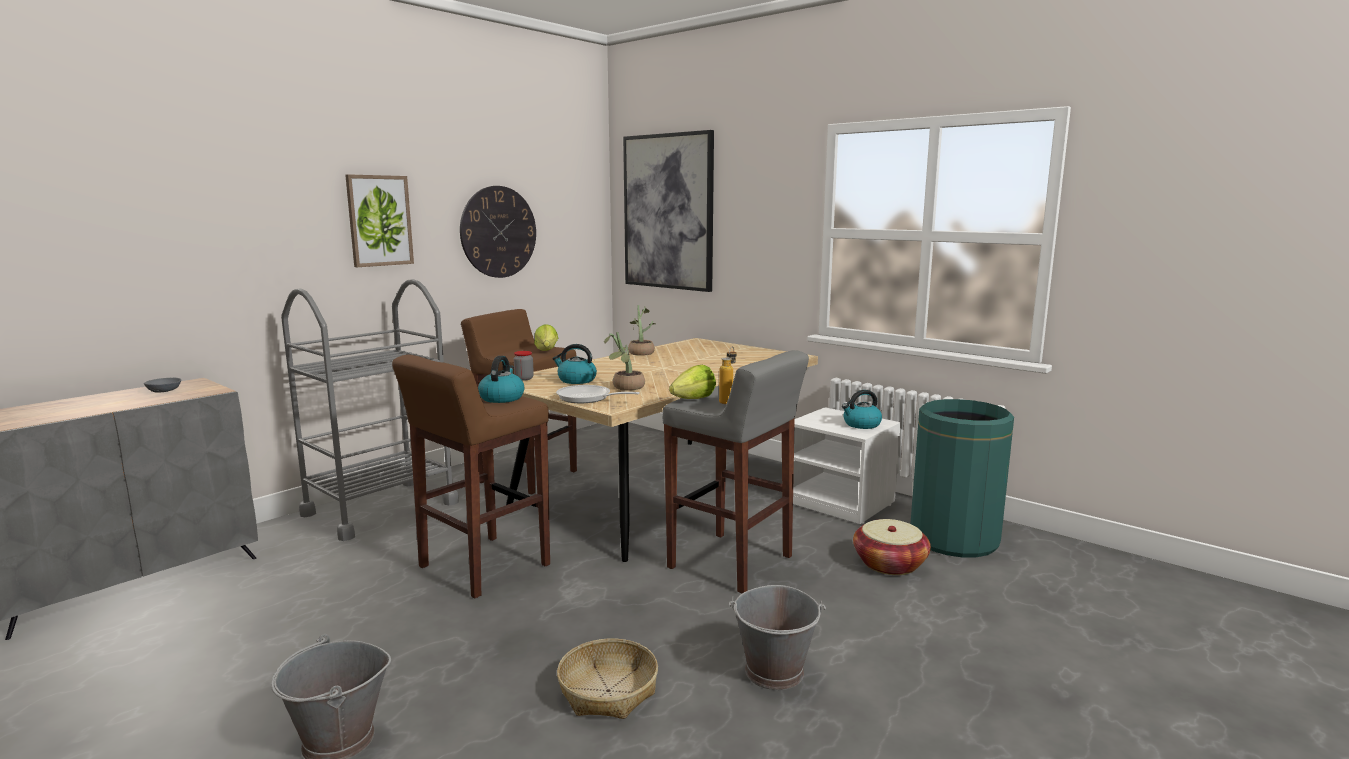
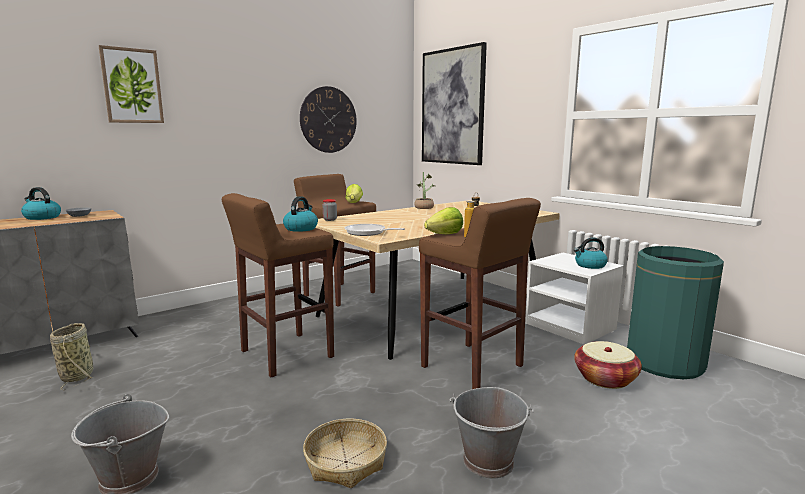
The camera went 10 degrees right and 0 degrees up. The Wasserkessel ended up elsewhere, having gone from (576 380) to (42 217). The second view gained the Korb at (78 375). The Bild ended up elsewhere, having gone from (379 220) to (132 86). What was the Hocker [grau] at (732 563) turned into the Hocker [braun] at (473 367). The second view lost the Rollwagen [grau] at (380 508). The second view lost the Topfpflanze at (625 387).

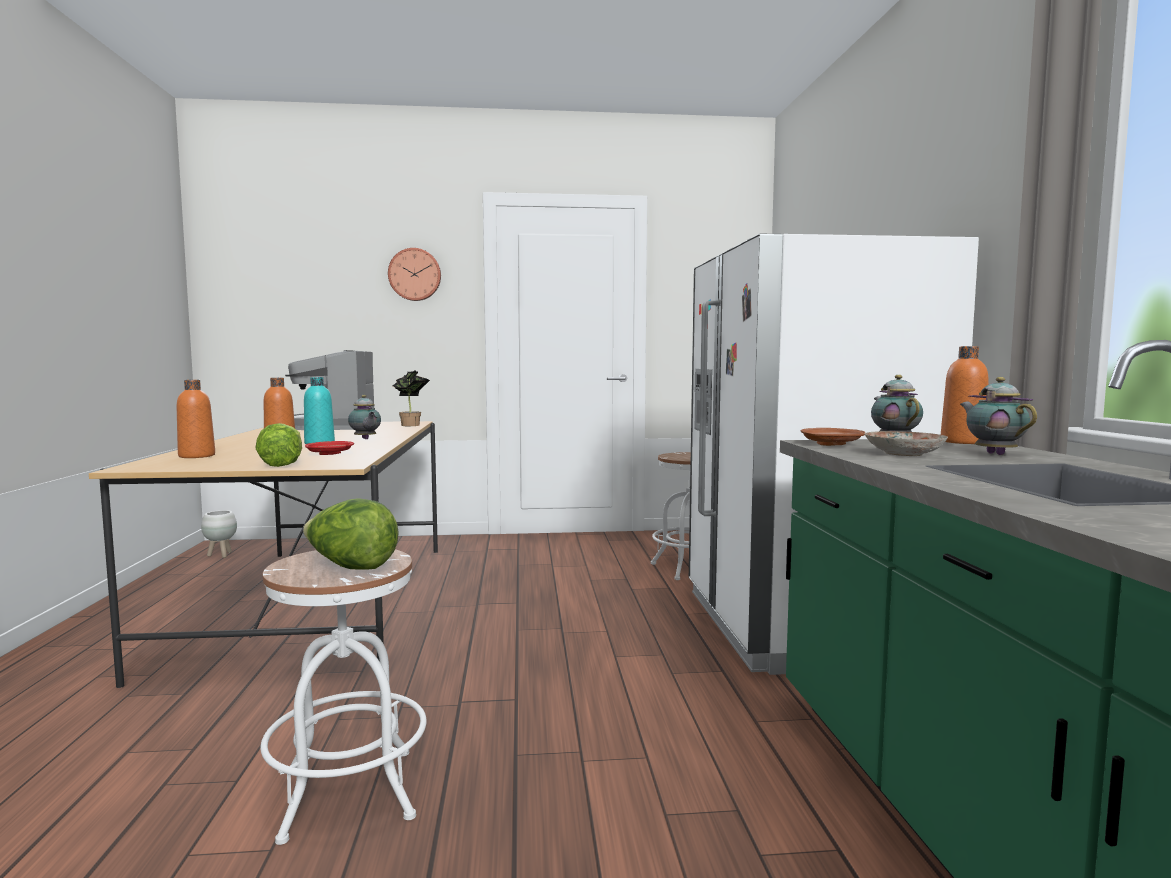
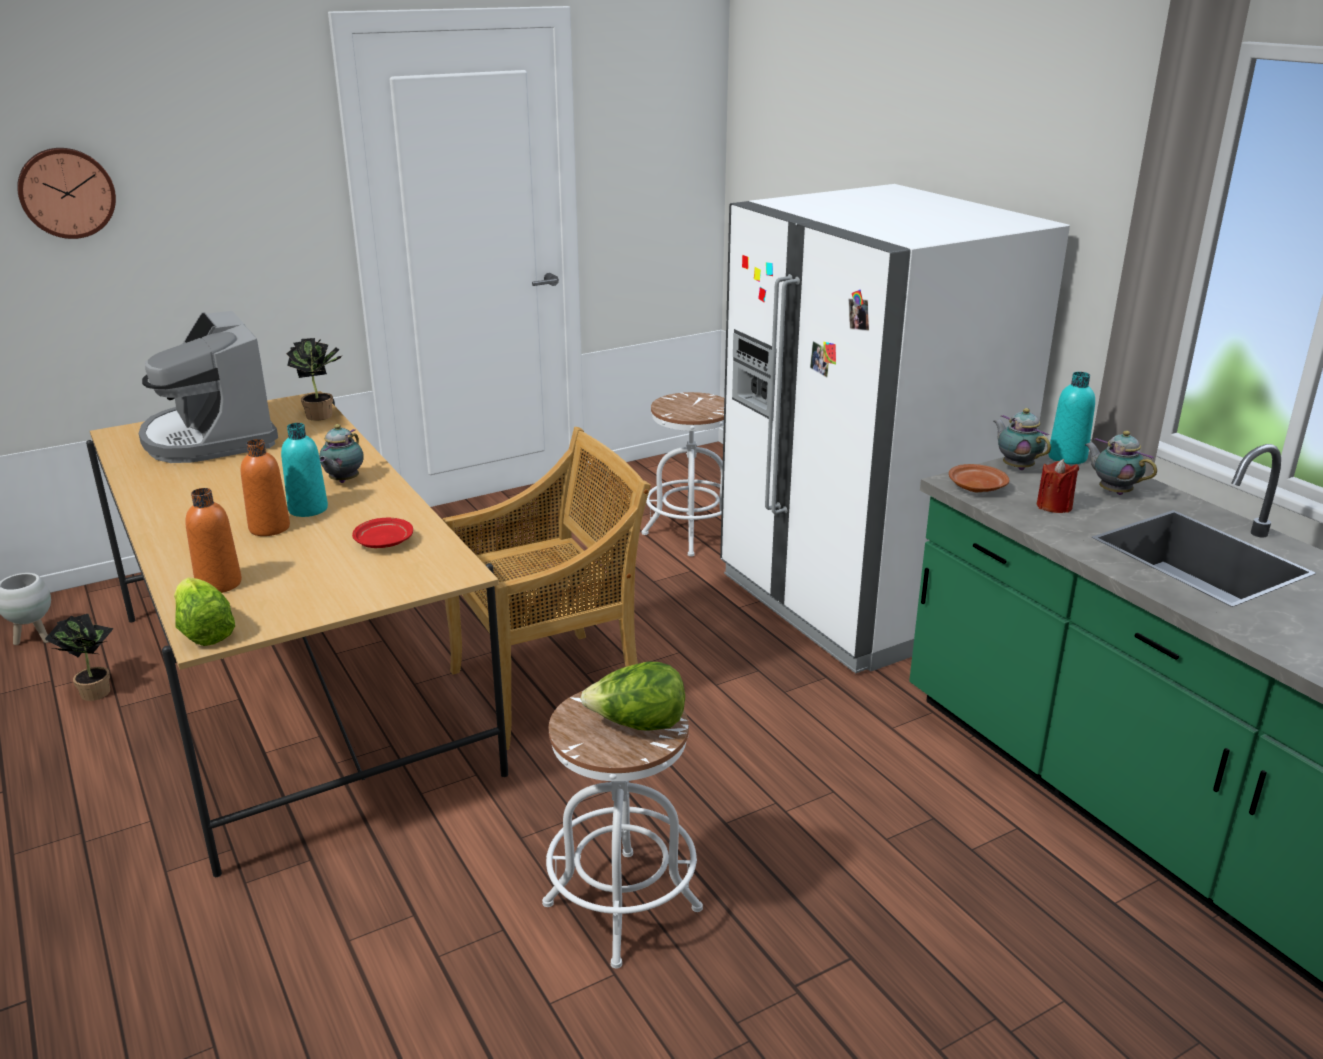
The camera went 25 degrees left and 20 degrees up. The Wanduhr ended up elsewhere, having gone from (415 274) to (66 192). The second view gained the Topfpflanze at (93 691). The Salatkopf ended up elsewhere, having gone from (283 464) to (204 631). The Teekanne at (365 439) ended up facing another way, 75 degrees clockwise from before. The second view gained the Stuhl [beige] at (550 688). Where the Teller stood at (905 454), the Kerze [rot] came to stand at (1054 506). What was the Flasche [orange] at (963 442) turned into the Flasche [türkis] at (1067 457).

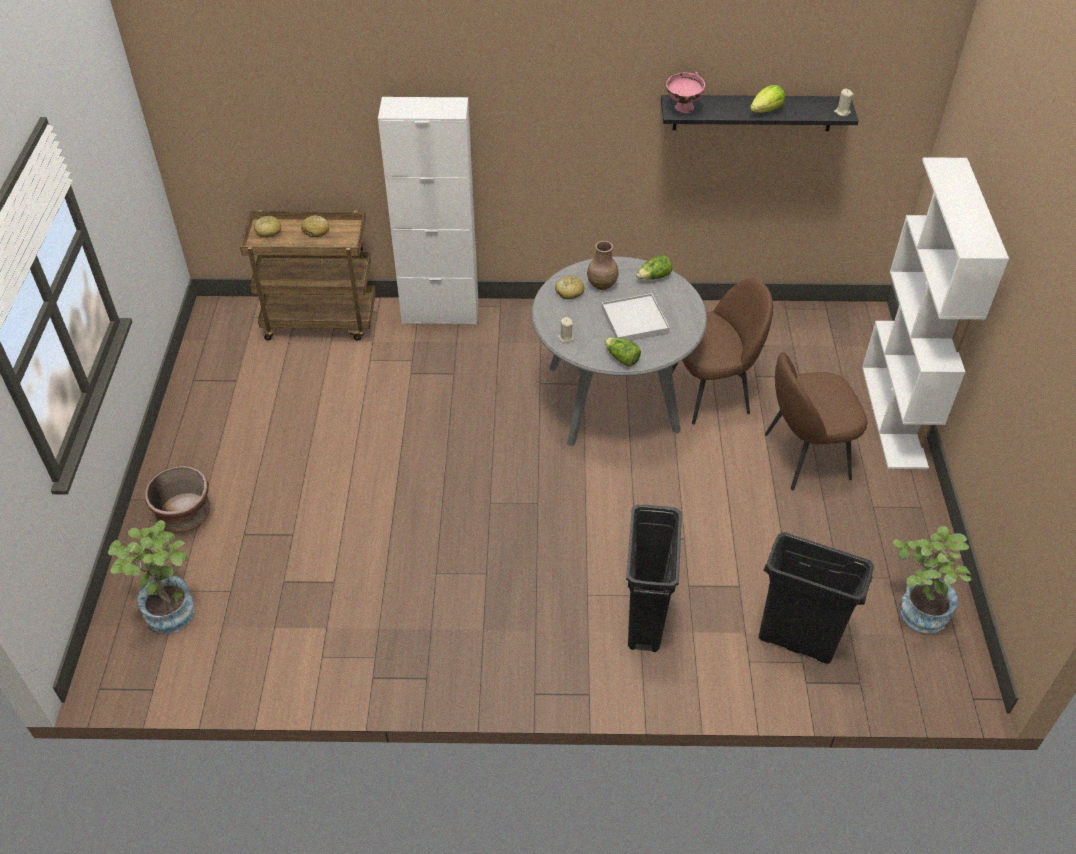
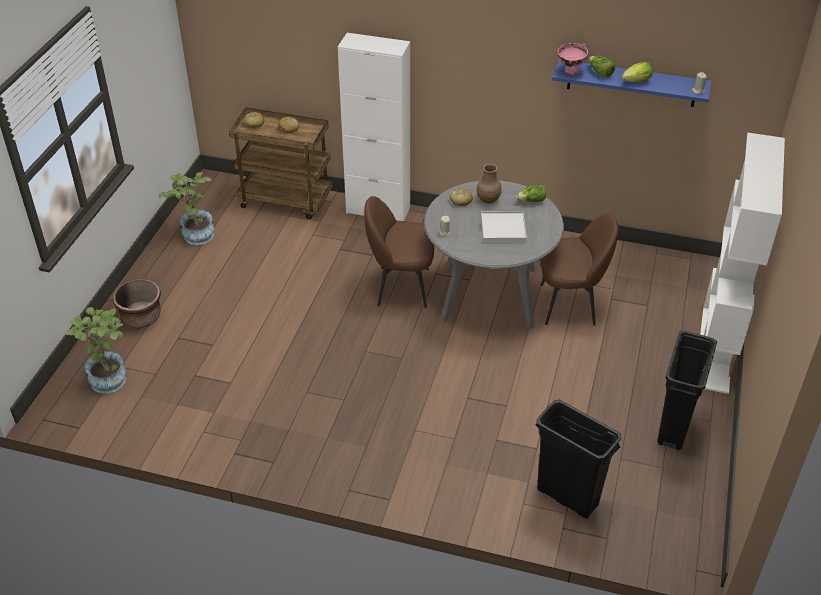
The camera went 15 degrees right and 5 degrees down. The Topfpflanze ended up elsewhere, having gone from (915 611) to (194 233). The Stuhl [braun] ended up elsewhere, having gone from (804 456) to (401 287). What was the Wandregal [schwarz] at (753 112) turned into the Wandregal [blau] at (631 83). The Salatkopf ended up elsewhere, having gone from (621 358) to (600 73). The Mülleimer [schwarz] ended up elsewhere, having gone from (645 621) to (674 428).

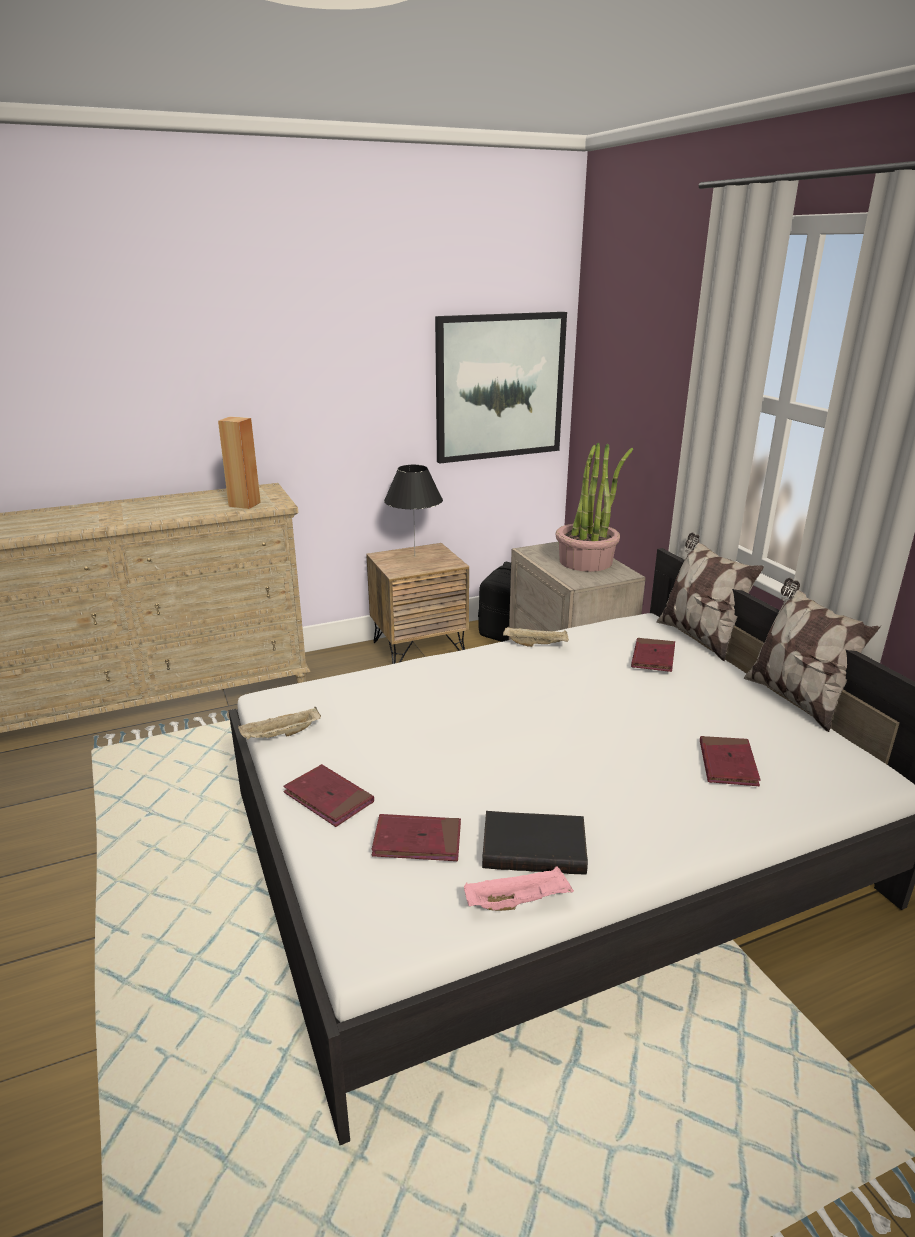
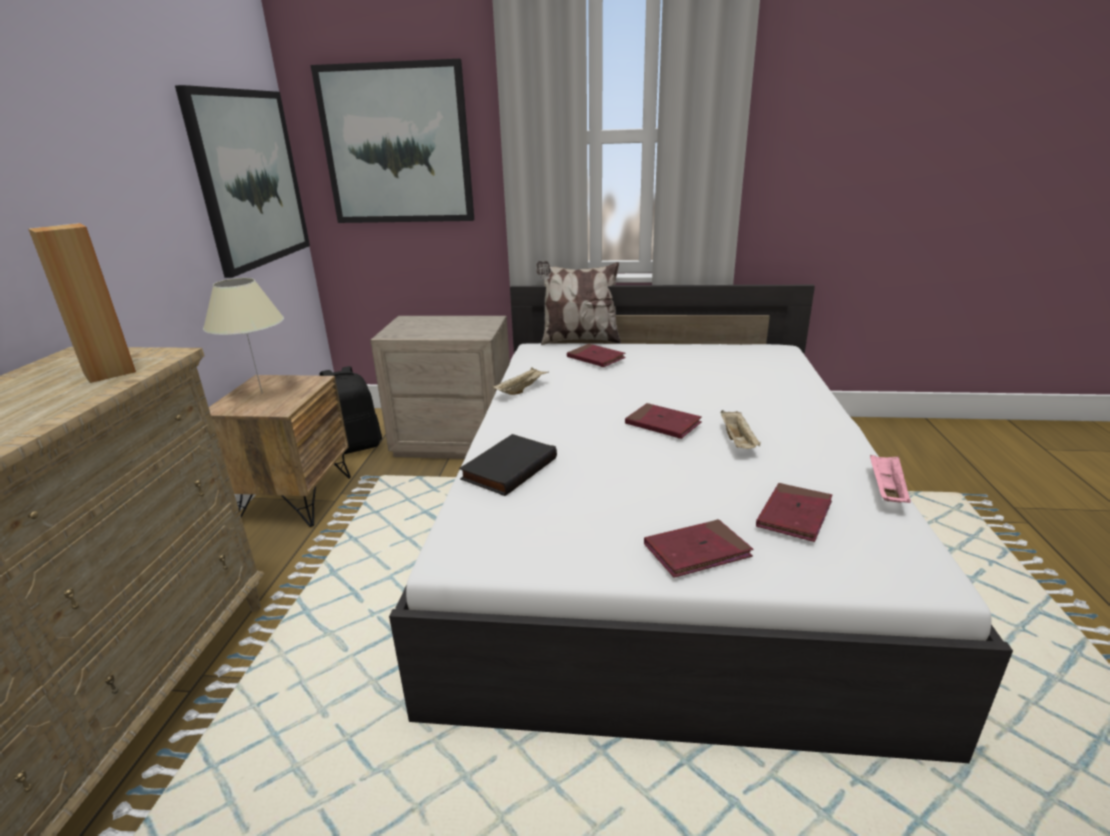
The camera went 60 degrees left and 0 degrees up. What was the Tischlampe [schwarz] at (415 556) turned into the Tischlampe [beige] at (262 393). The second view gained the Bild at (397 145). The Buch [schwarz] ended up elsewhere, having gone from (534 846) to (508 468). The Buch [rot] ended up elsewhere, having gone from (727 764) to (662 424). The Tablett [beige] ended up elsewhere, having gone from (281 735) to (738 442). The second view lost the Topfpflanze at (586 561). The second view lost the Kissen at (795 699).

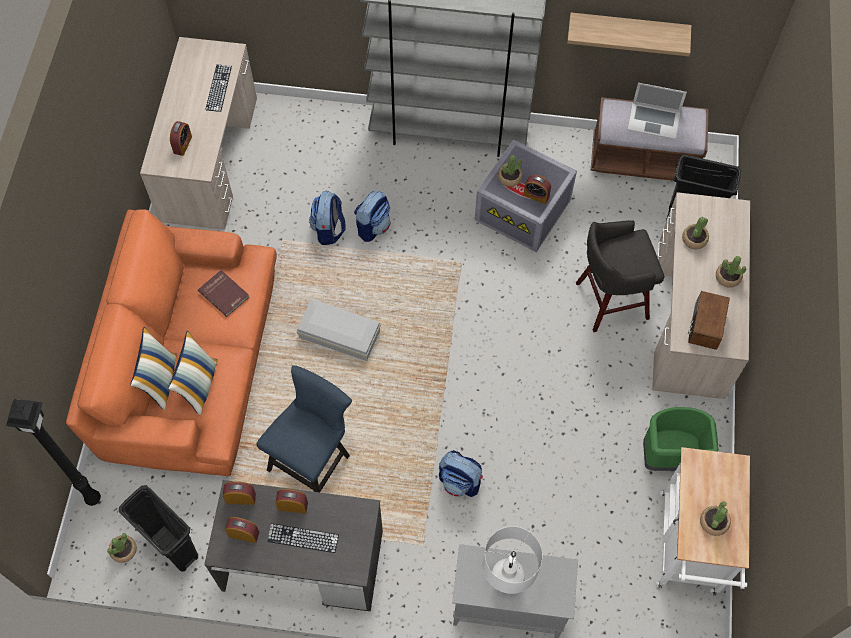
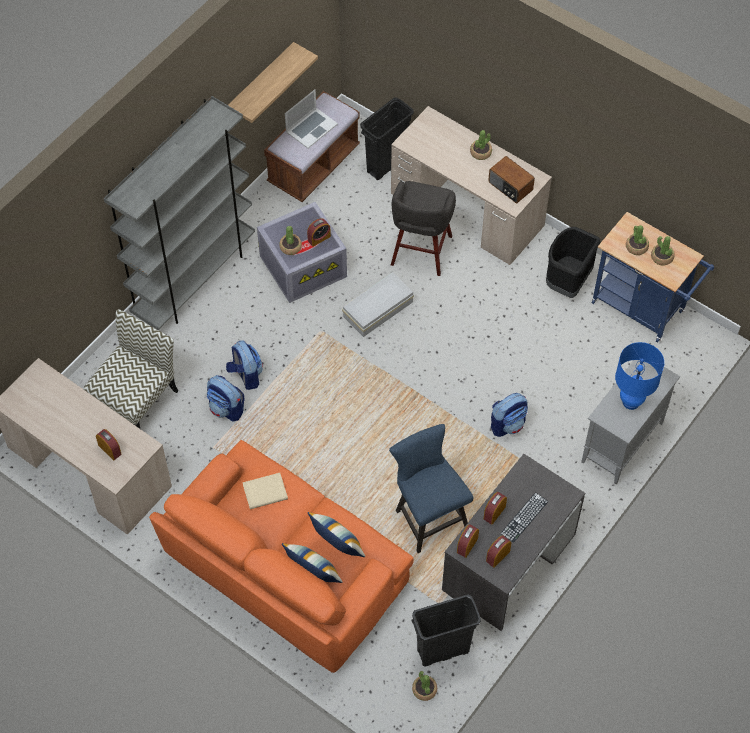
The camera went 60 degrees left and 5 degrees down. The second view gained the Stuhl at (136 399). What was the Buch [rot] at (224 293) turned into the Buch [beige] at (265 491). The Aufbewahrungsbox [weiß] ended up elsewhere, having gone from (340 335) to (379 309). What was the Mülleimer [grün] at (670 456) turned into the Mülleimer [schwarz] at (567 282). What was the Rollwagen [weiß] at (688 550) turned into the Rollwagen [blau] at (643 309). What was the Tischlampe [weiß] at (506 580) turned into the Tischlampe [blau] at (631 402). The Topfpflanze ended up elsewhere, having gone from (694 239) to (636 247). The second view lost the Stehlampe [schwarz] at (92 497). The second view lost the Tastatur at (218 88).

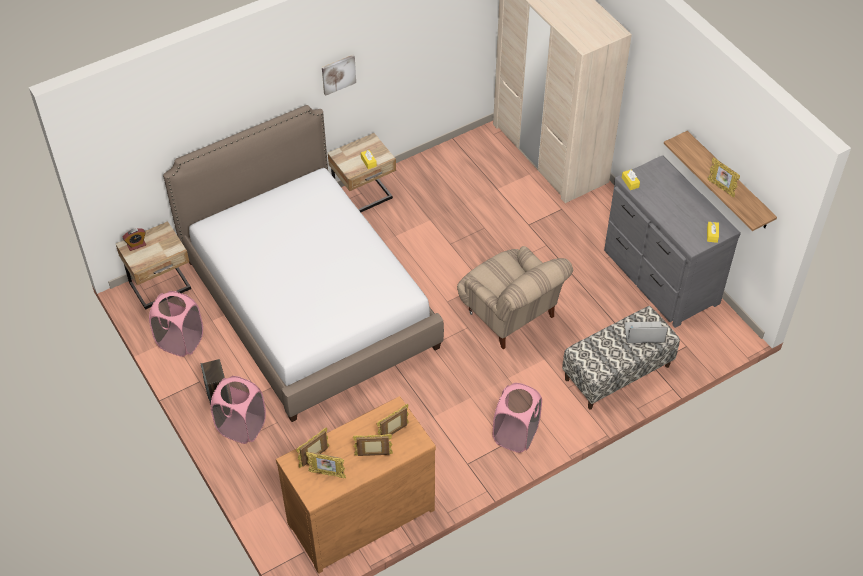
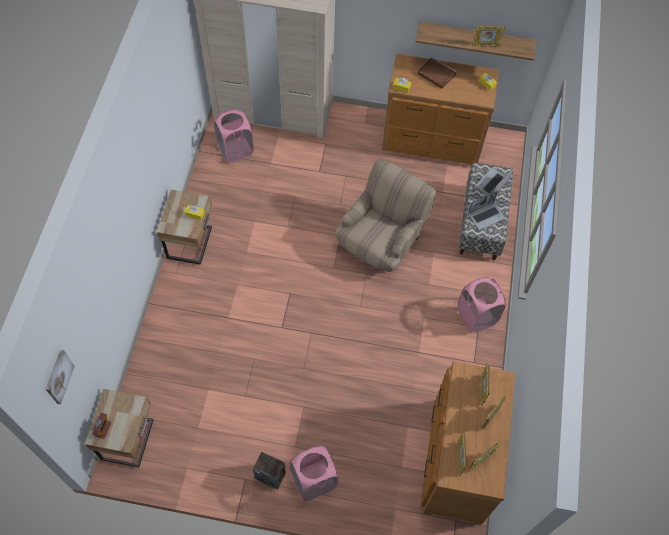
The camera went 50 degrees left and 10 degrees up. The Bild ended up elsewhere, having gone from (338 74) to (58 377). The Wäschekorb [rosa] ended up elsewhere, having gone from (180 341) to (235 150). The Sessel [beige] at (511 315) ended up facing another way, 60 degrees counterclockwise from before. What was the Kommode [grau] at (659 277) turned into the Kommode [braun] at (432 141). The second view gained the Tablett [braun] at (435 74). The second view gained the Laptop at (486 216). The second view lost the Bett at (309 303).

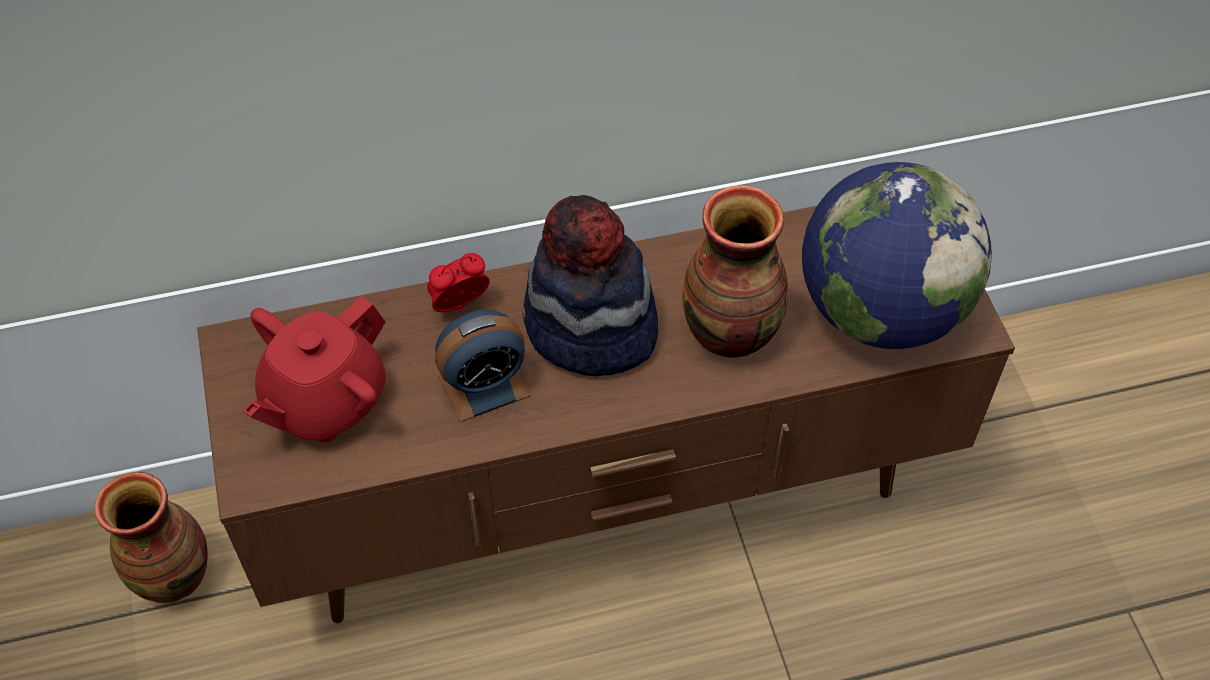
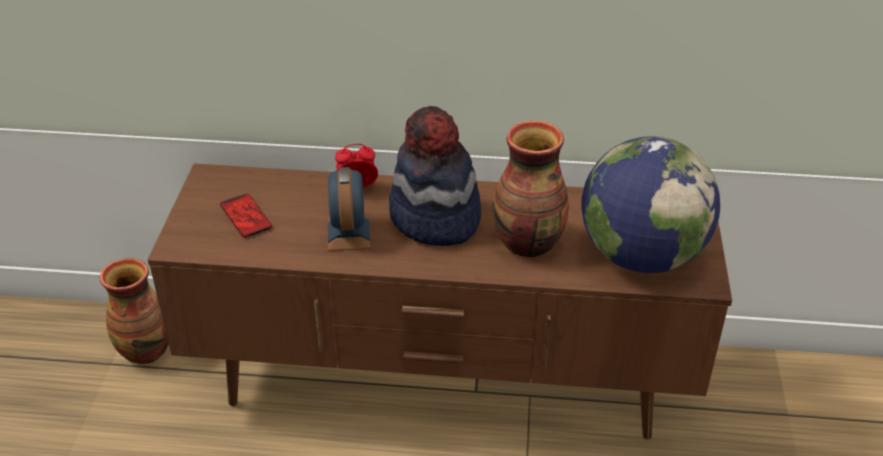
The camera went 20 degrees right and 15 degrees down. Where the Teekanne [rot] stood at (325 401), the Handy came to stand at (246 216). The Wecker at (484 386) ended up facing another way, 90 degrees clockwise from before.

